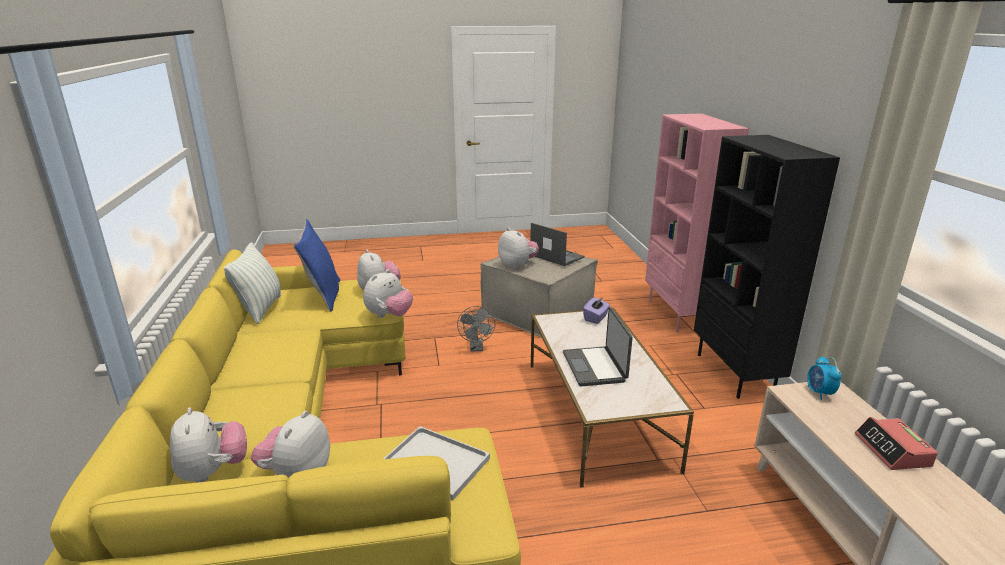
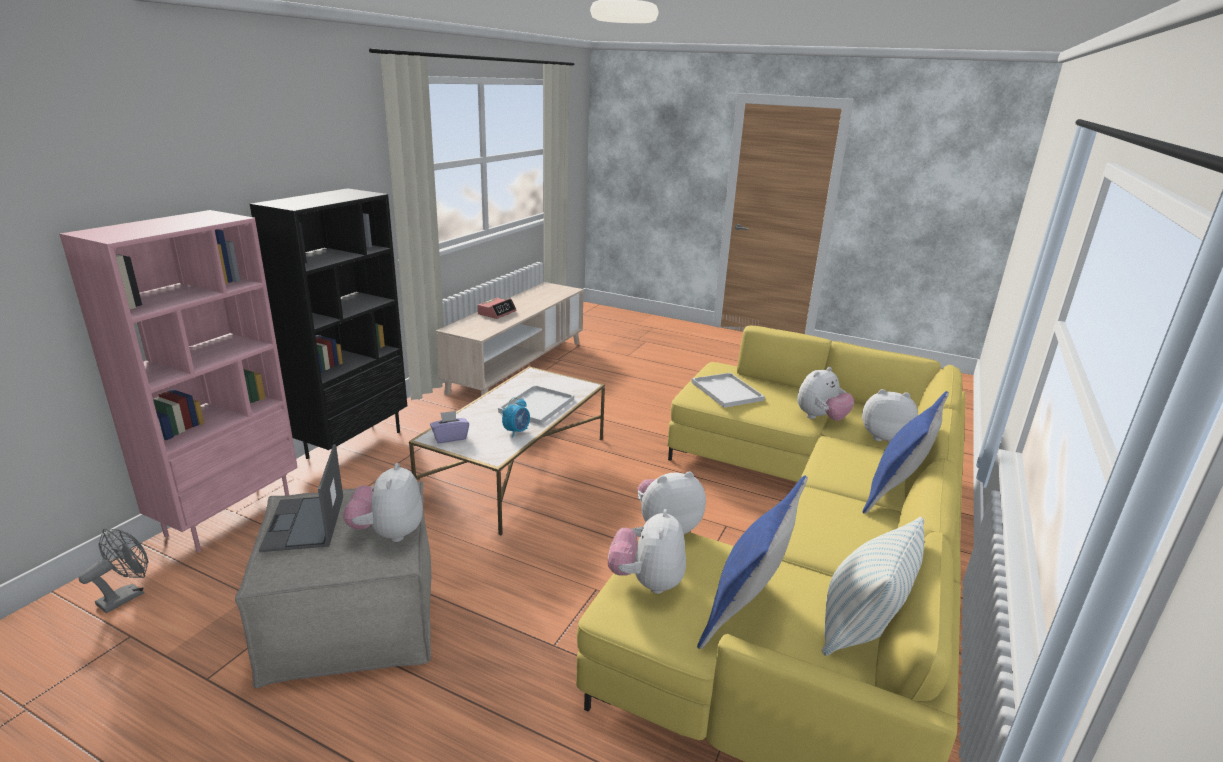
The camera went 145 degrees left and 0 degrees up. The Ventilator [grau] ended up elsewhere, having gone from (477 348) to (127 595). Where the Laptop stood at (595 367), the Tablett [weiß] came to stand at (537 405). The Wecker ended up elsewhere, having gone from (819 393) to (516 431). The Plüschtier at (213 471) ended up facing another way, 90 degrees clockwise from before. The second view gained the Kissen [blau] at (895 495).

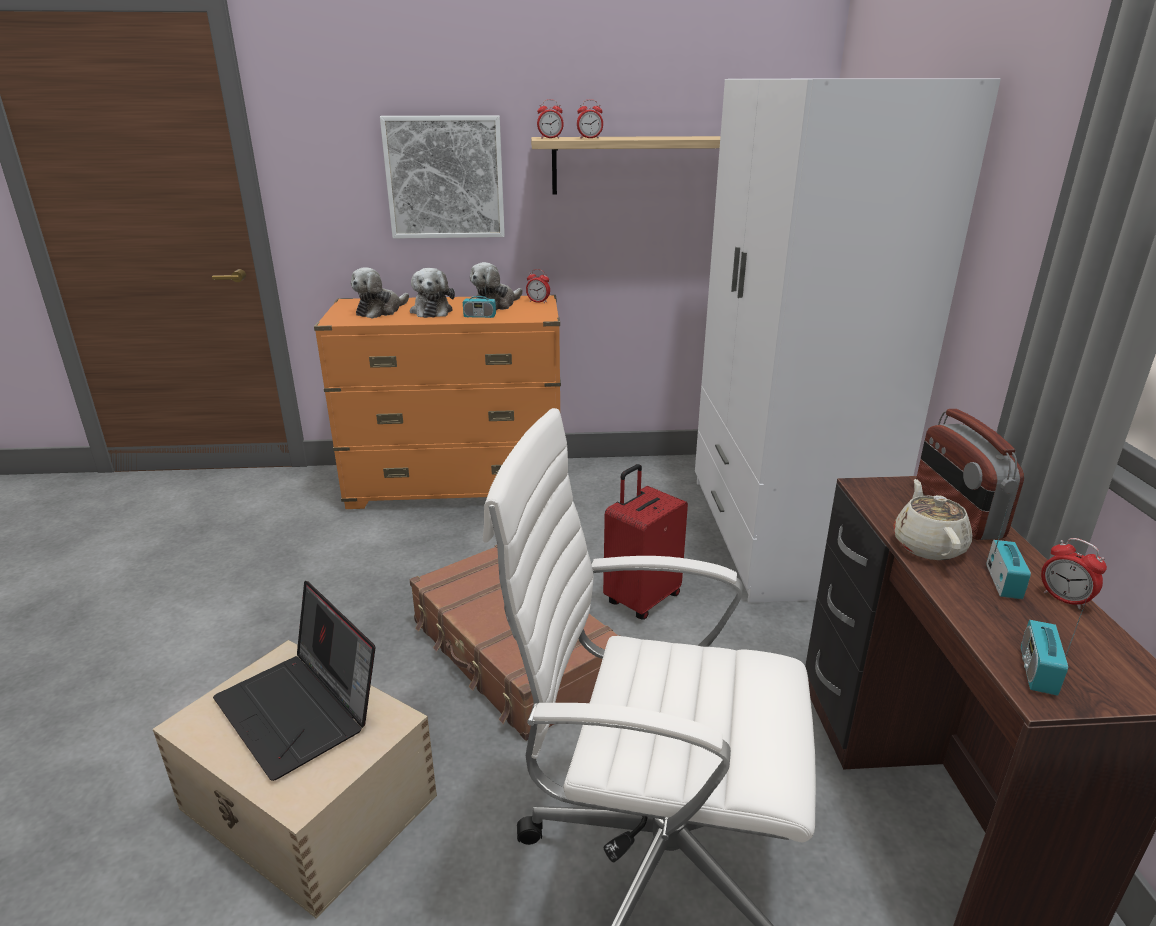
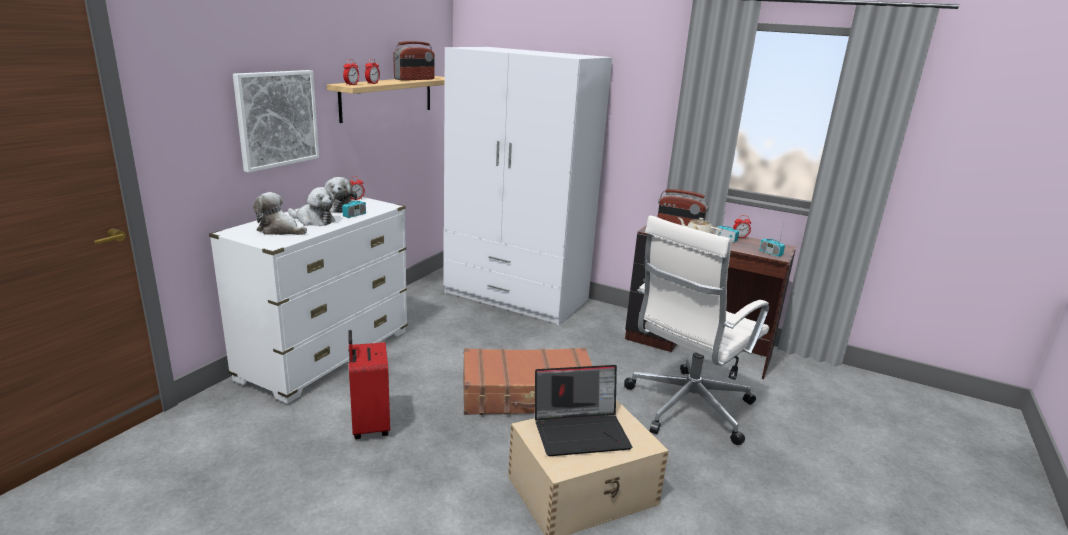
The camera went 60 degrees left and 5 degrees down. What was the Kommode [orange] at (457 485) turned into the Kommode [weiß] at (326 355). The Plüschtier at (380 311) ended up facing another way, 135 degrees clockwise from before. The Koffer [rot] ended up elsewhere, having gone from (641 599) to (369 426). The second view gained the Radio at (415 79).

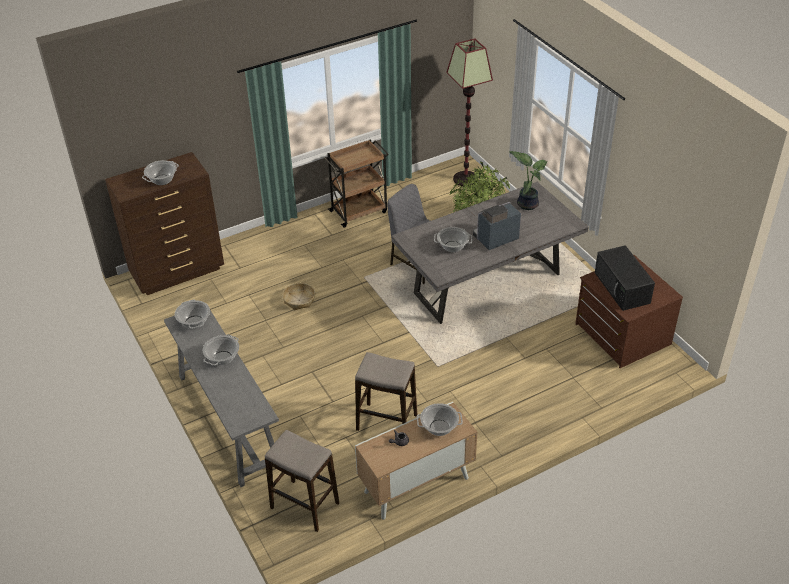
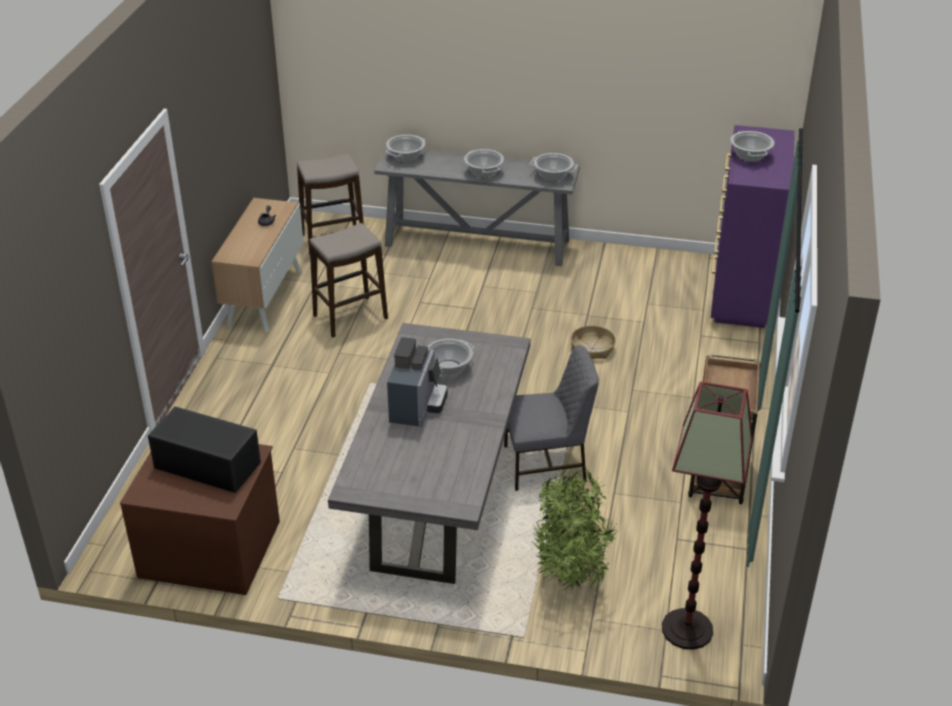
The camera went 130 degrees right and 5 degrees down. The Kochtopf ended up elsewhere, having gone from (439 428) to (406 157). What was the Kommode [braun] at (178 272) turned into the Kommode [lila] at (740 295). The second view lost the Topfpflanze at (527 203).

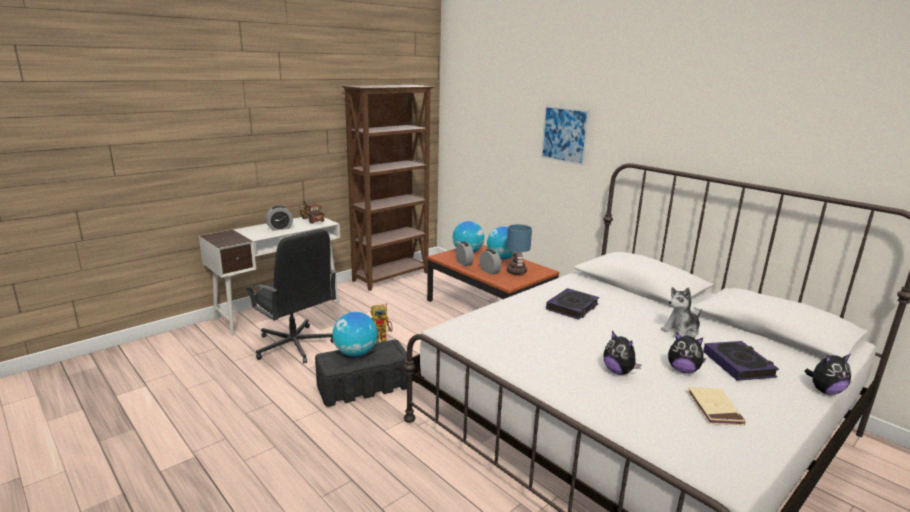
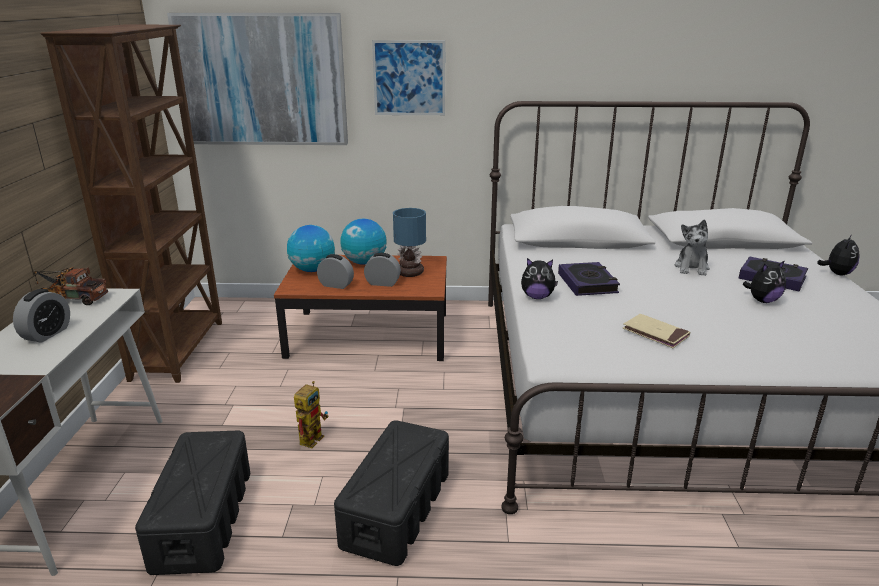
The camera went 45 degrees left and 5 degrees up. Where the Bürostuhl [schwarz] stood at (294 346), the Aufbewahrungsbox [schwarz] came to stand at (203 520). The second view gained the Bild at (263 80). The Plüschtier ended up elsewhere, having gone from (618 371) to (537 297). The Buch [beige] ended up elsewhere, having gone from (714 408) to (655 333). The second view lost the Globus at (355 353).

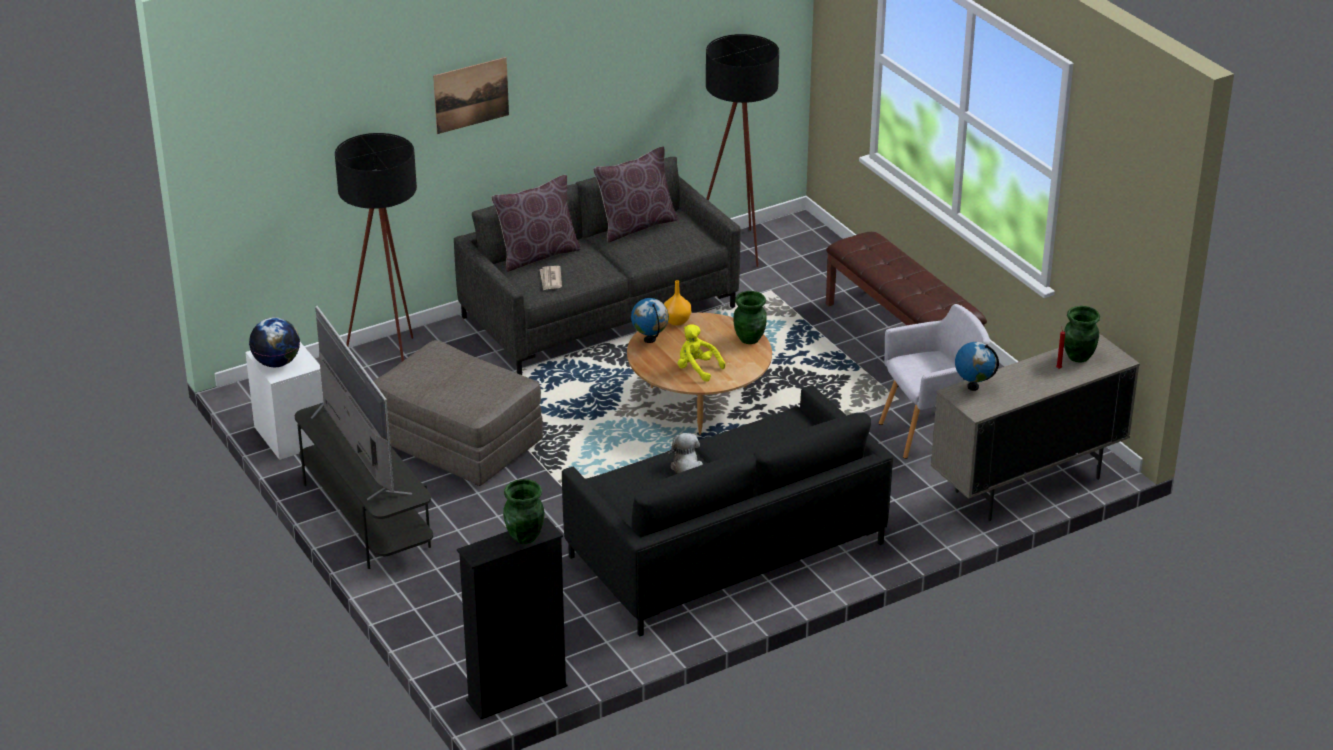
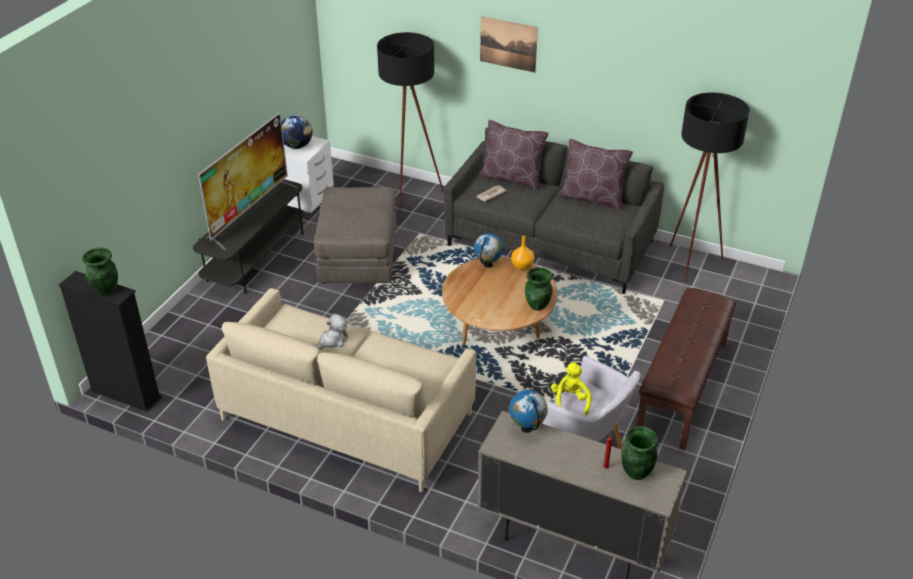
The camera went 55 degrees right and 5 degrees up. What was the Sofa [schwarz] at (726 550) turned into the Sofa [beige] at (346 416). The Plüschtier [gelb] ended up elsewhere, having gone from (697 369) to (570 401).

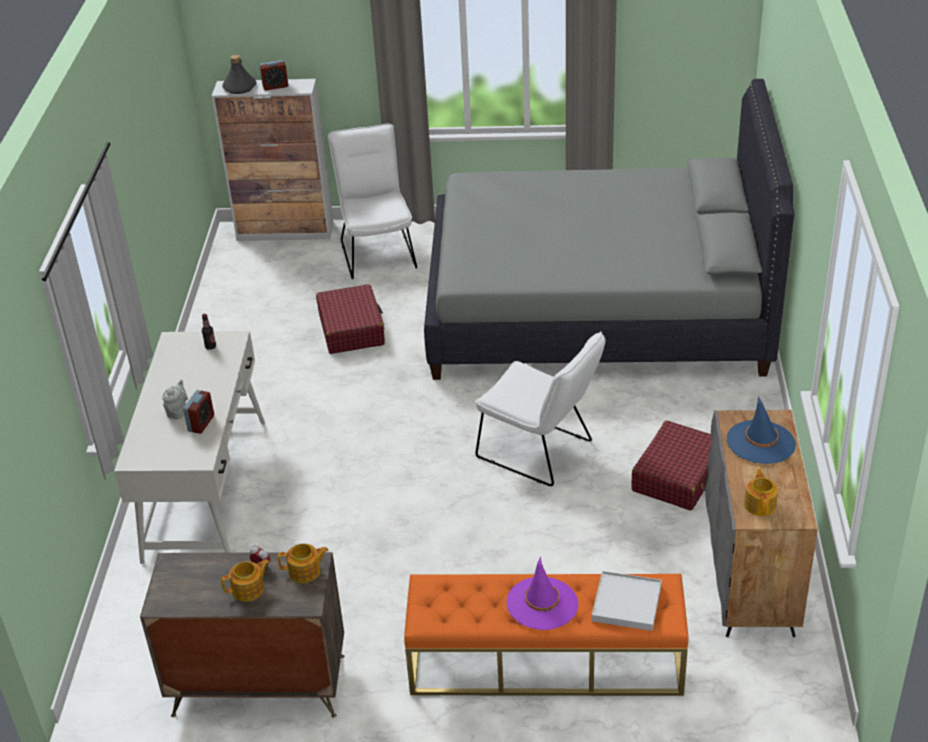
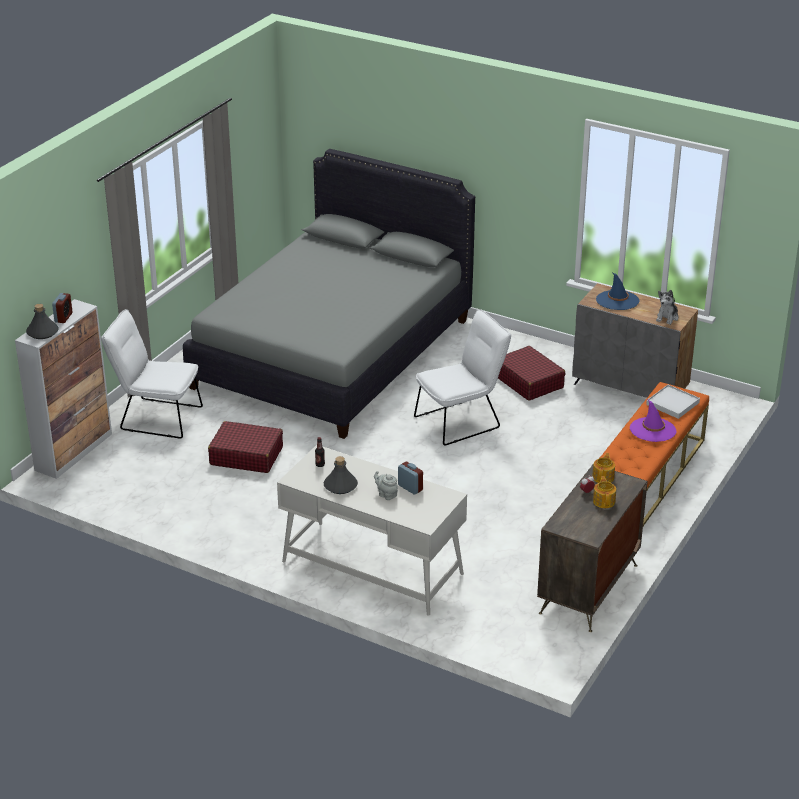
The camera went 65 degrees left and 5 degrees down. The second view gained the Flasche [grau] at (340 486). Where the Teekanne stood at (760 504), the Plüschtier came to stand at (667 317).

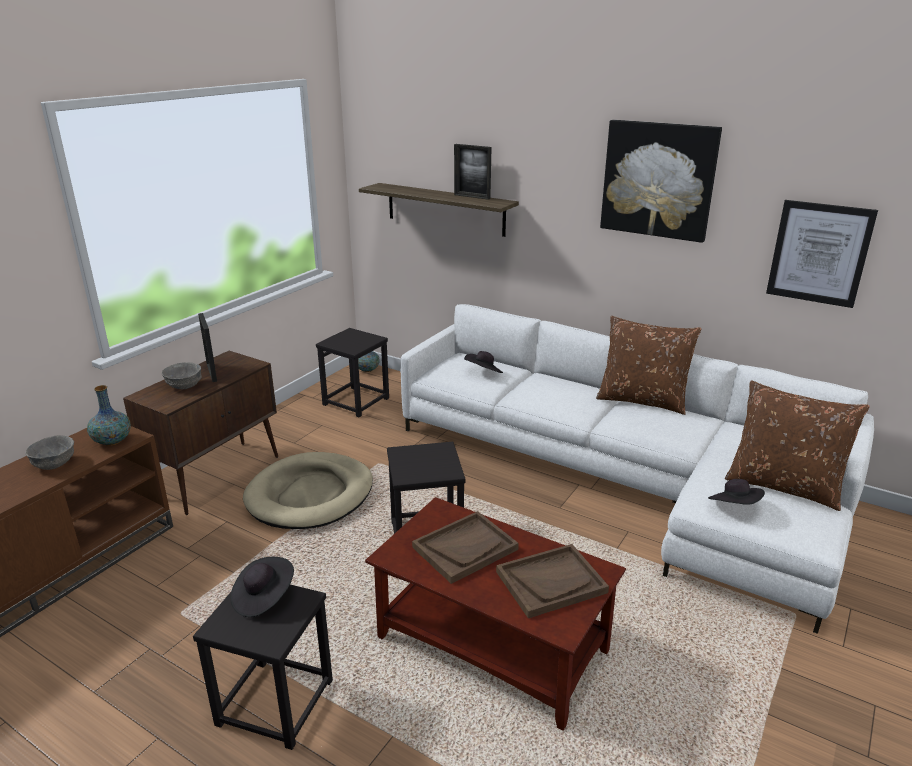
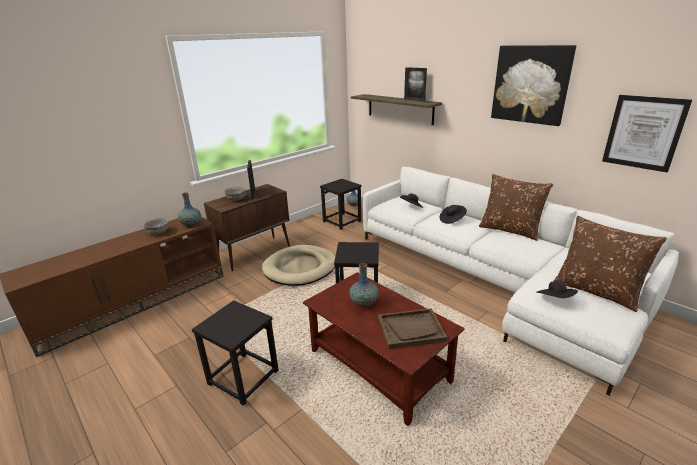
The camera went 15 degrees right and 0 degrees up. Where the Tablett [braun] stood at (465 548), the Vase came to stand at (364 303). The Hut [schwarz] ended up elsewhere, having gone from (263 598) to (452 220).

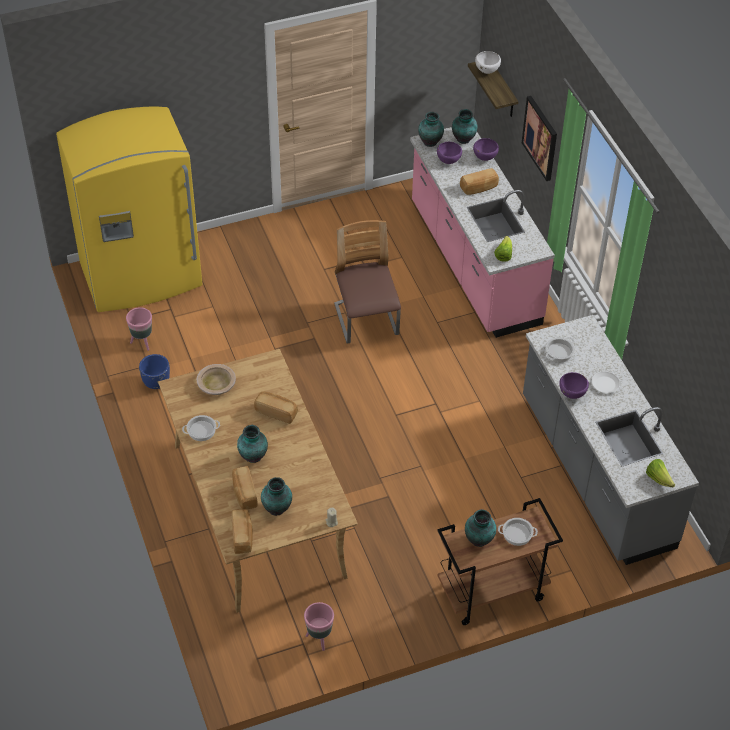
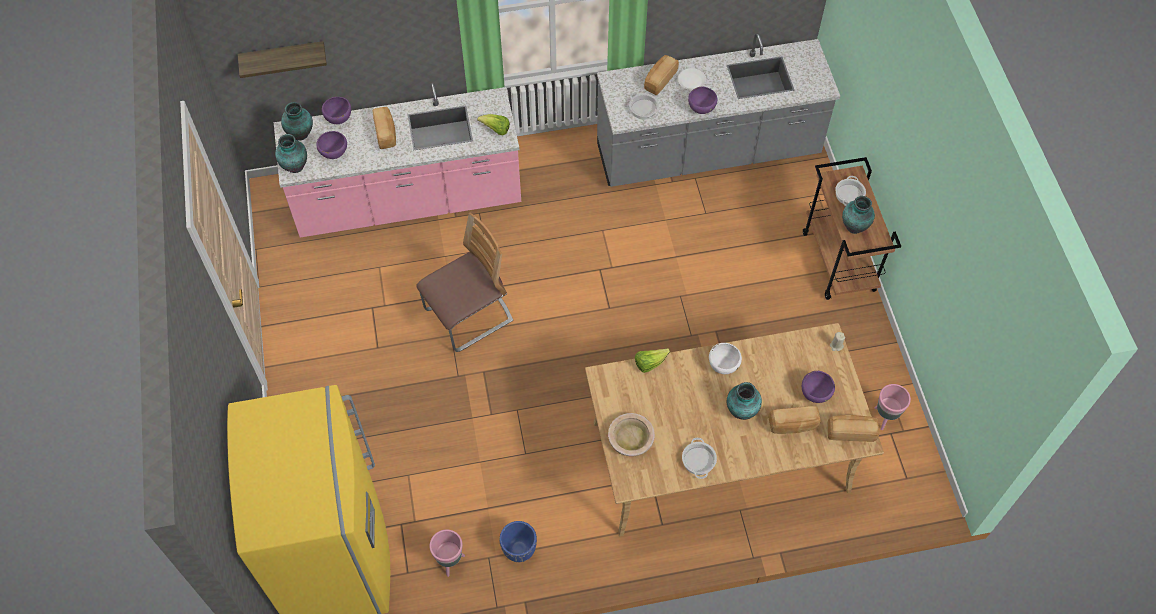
The camera went 80 degrees left and 10 degrees up. The Stuhl at (366 321) ended up facing another way, 150 degrees clockwise from before. The Salatkopf ended up elsewhere, having gone from (658 479) to (649 363). The Brot ended up elsewhere, having gone from (276 412) to (659 80). The Schüssel [weiß] ended up elsewhere, having gone from (487 71) to (722 366). Where the Vase stood at (277 508), the Schüssel [lila] came to stand at (814 394). The second view lost the Bild at (540 138).

